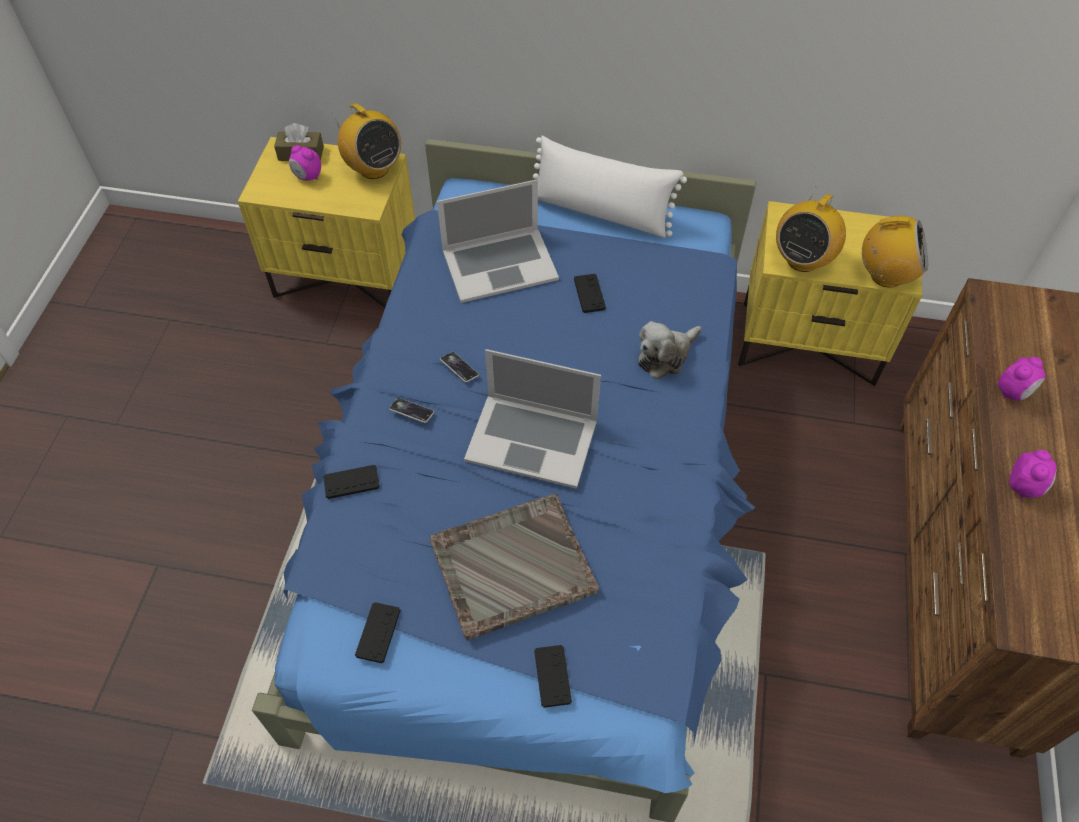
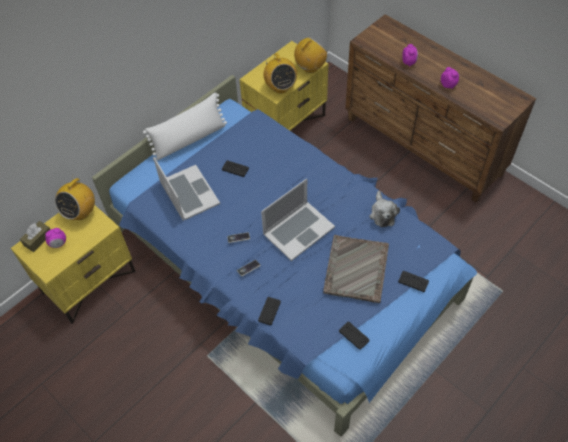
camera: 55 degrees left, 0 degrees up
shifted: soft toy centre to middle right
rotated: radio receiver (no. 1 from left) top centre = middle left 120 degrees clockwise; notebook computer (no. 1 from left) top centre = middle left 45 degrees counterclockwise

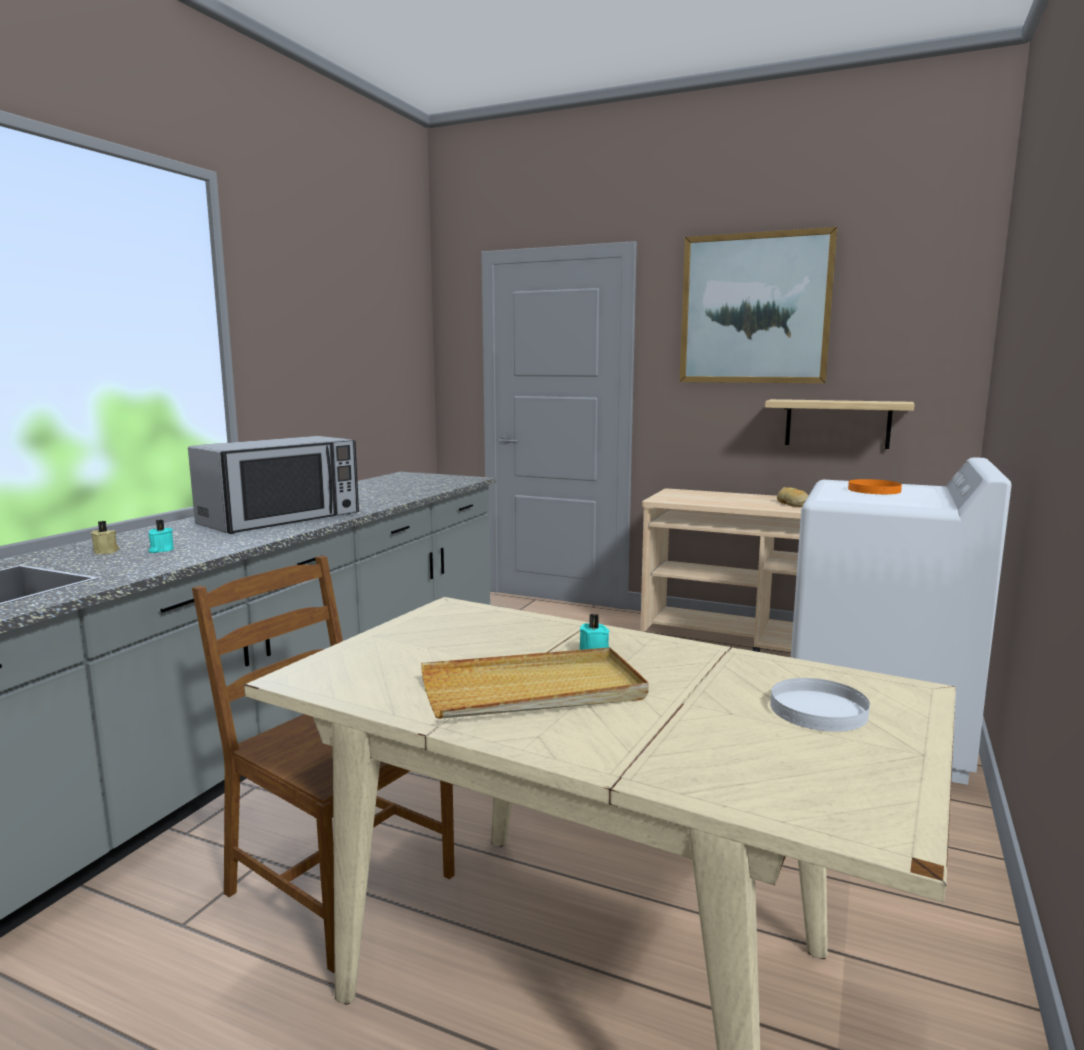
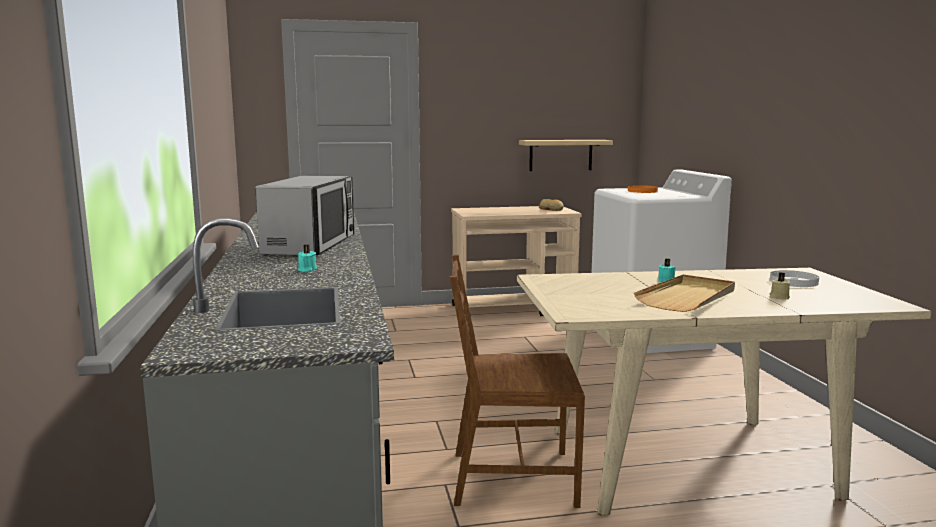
camera: 35 degrees left, 0 degrees up
gone: wall picture top right
shifted: candle/sand-coloured middle left to middle right

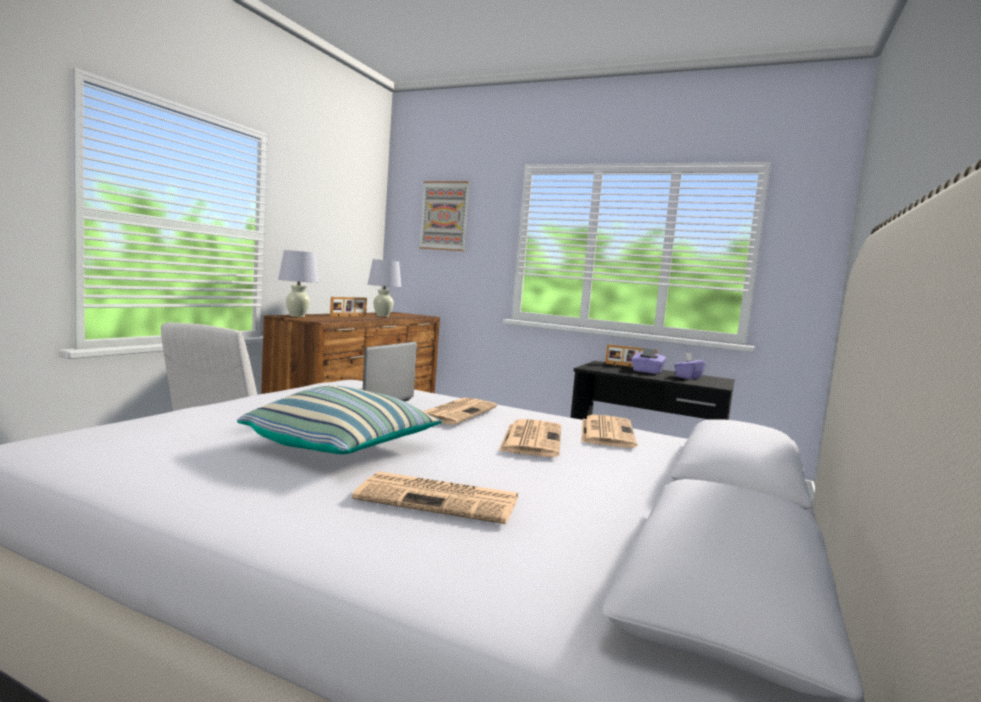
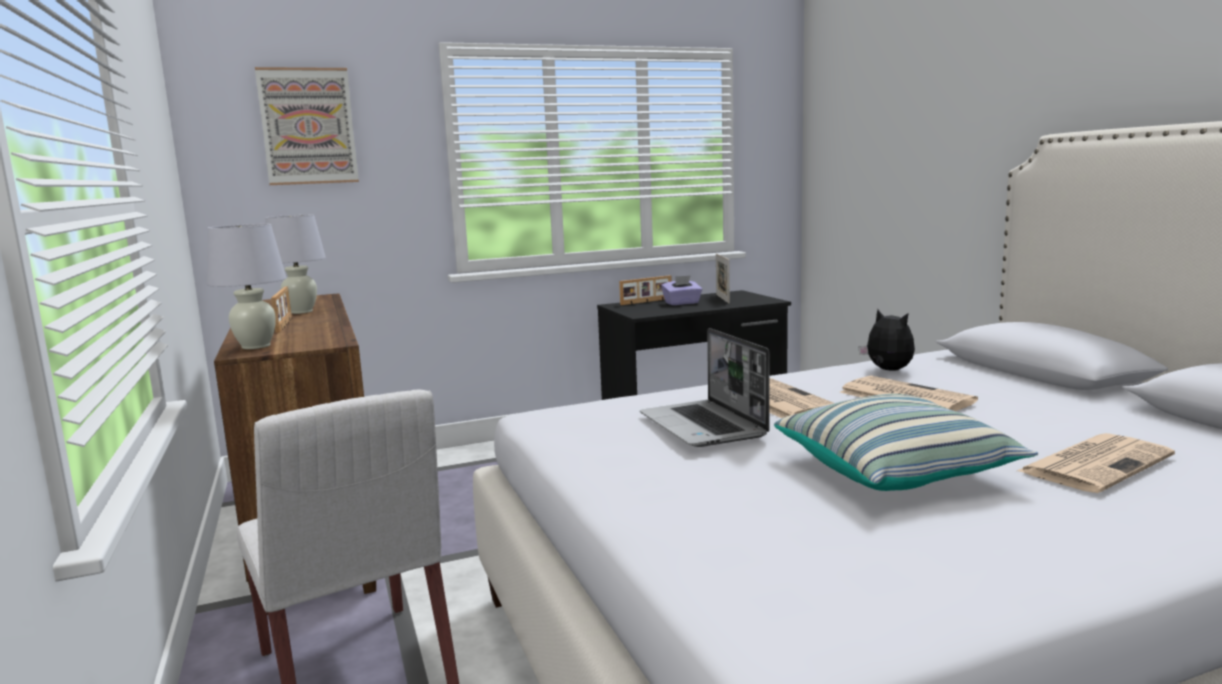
camera: 45 degrees left, 5 degrees up
swapped: box of tissues/purplish (no. 2 from left) middle right to photo frame (no. 3 from left) centre; daily paper (no. 4 from left) centre to soft toy middle right

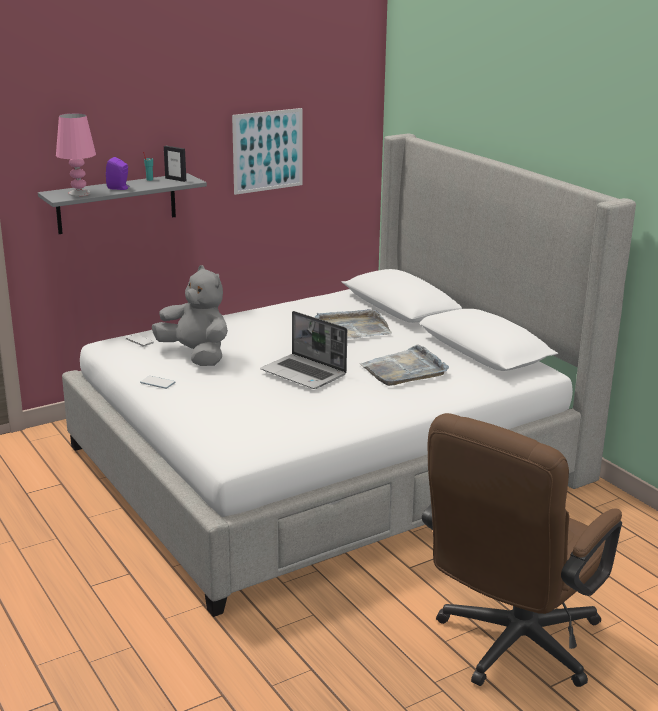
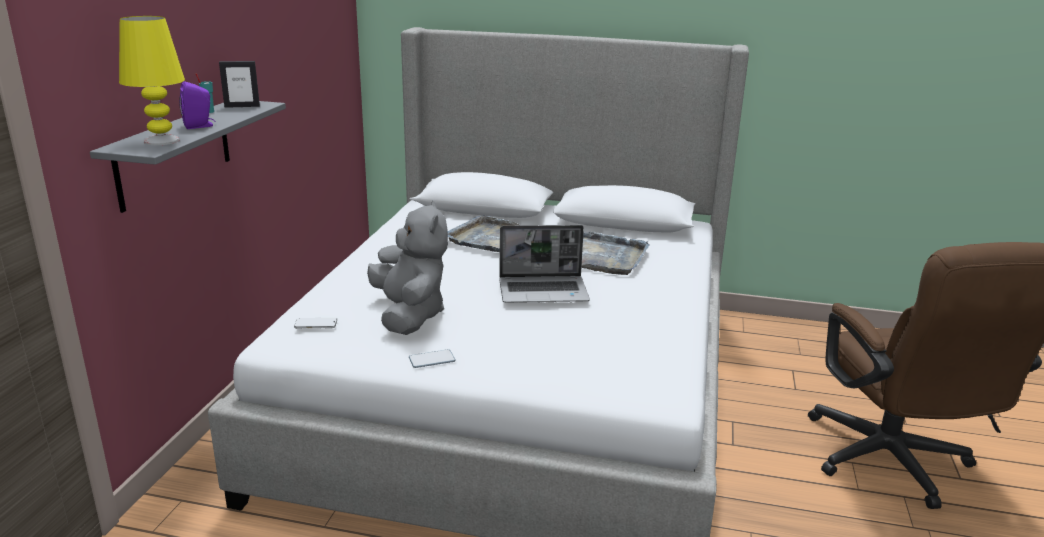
camera: 45 degrees left, 0 degrees up
gone: wall picture top centre
repainted: lamp for a table/pinkish top left to lamp for a table/yellow-coloured top left
rotated: soft toy/grey middle left = centre 75 degrees clockwise

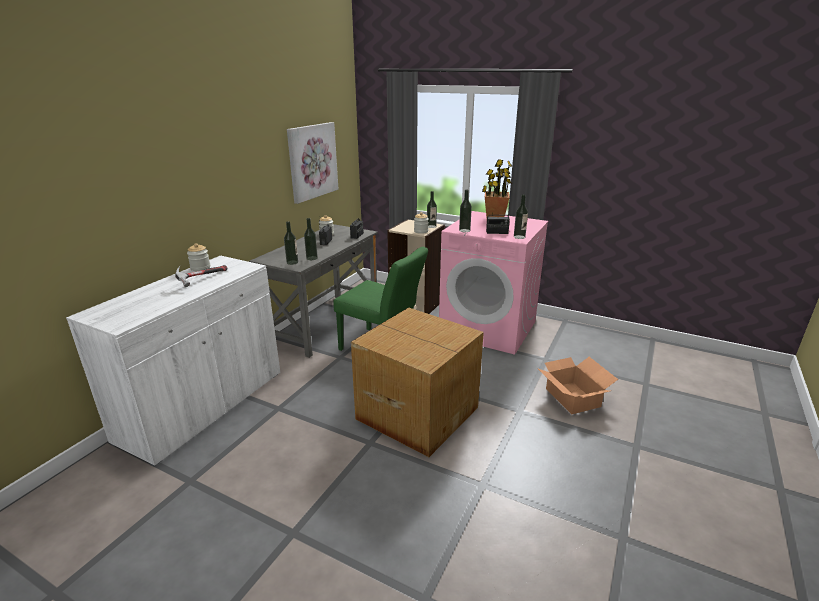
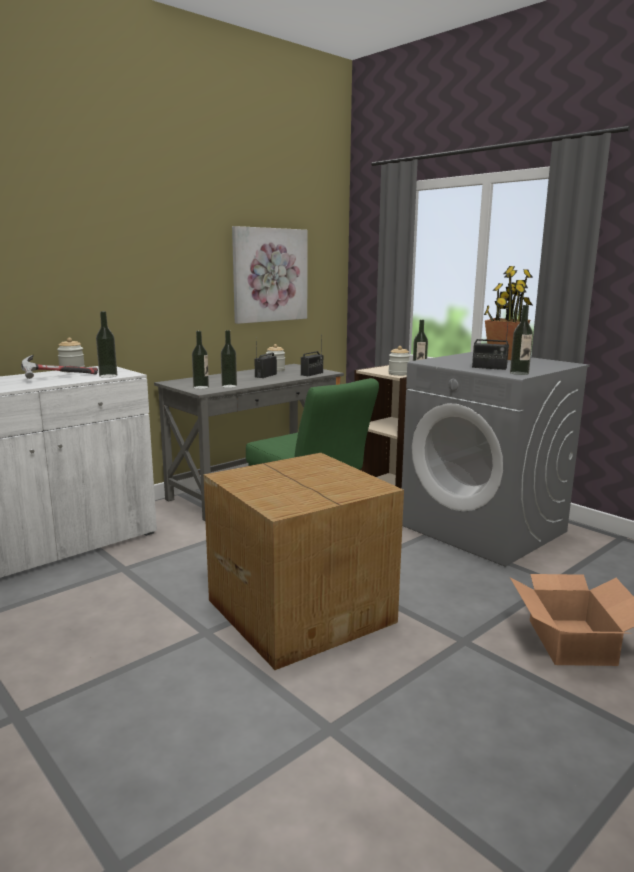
camera: 20 degrees right, 10 degrees down
shifted: bottle (no. 4 from left in the first image) centre to bottle (no. 1 from left) middle left
repainted: laundry appliance/pinkish centre to laundry appliance/grey middle right

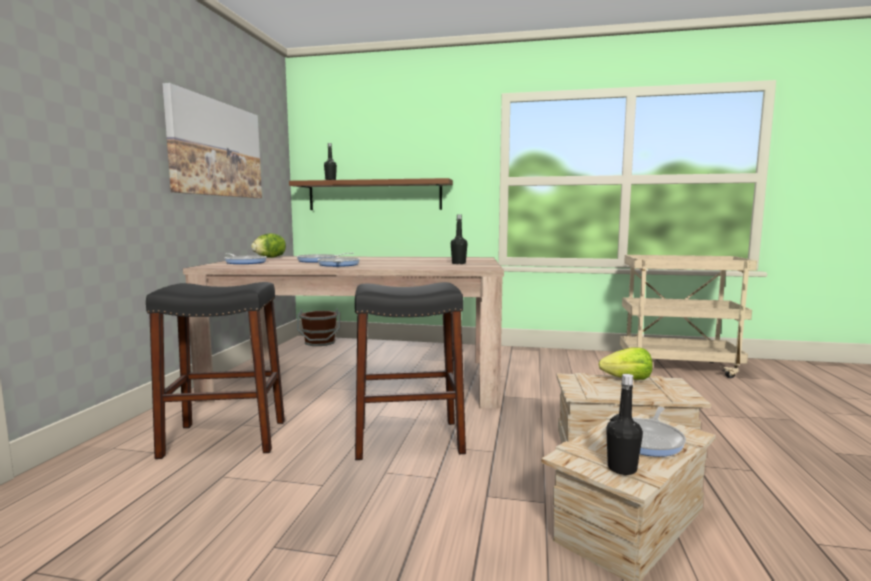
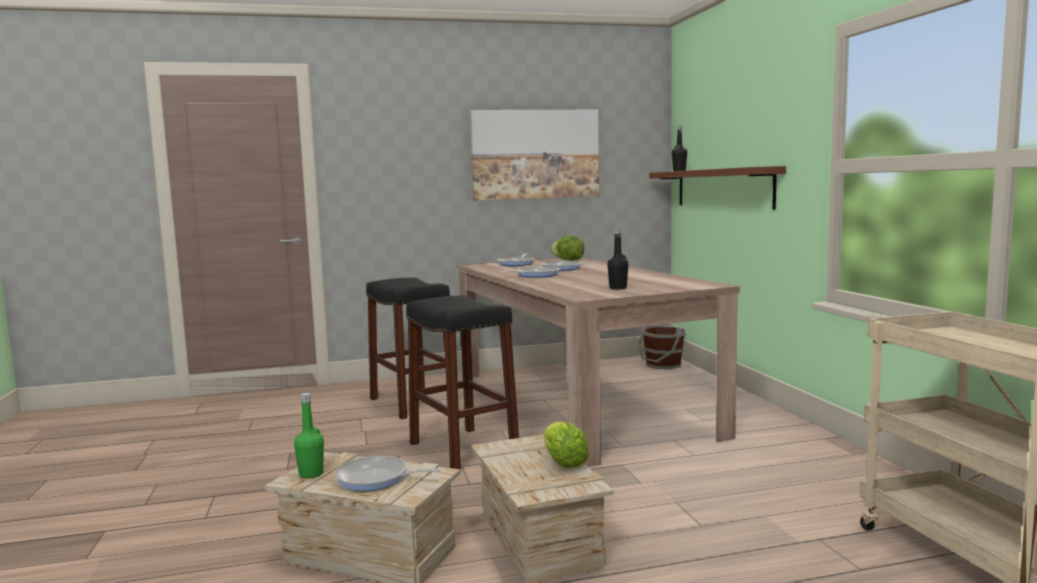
camera: 65 degrees right, 0 degrees up
repainted: bottle/black-coloured (no. 3 from left) bottom right to bottle/greenish bottom left

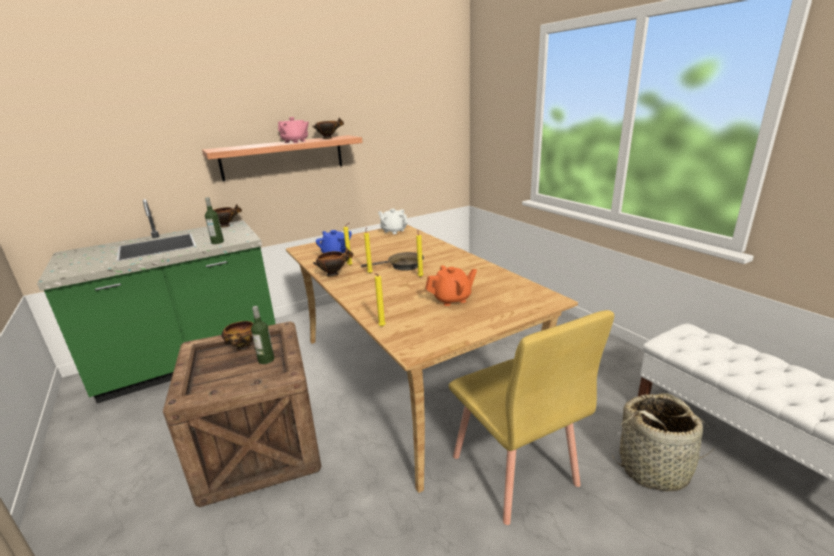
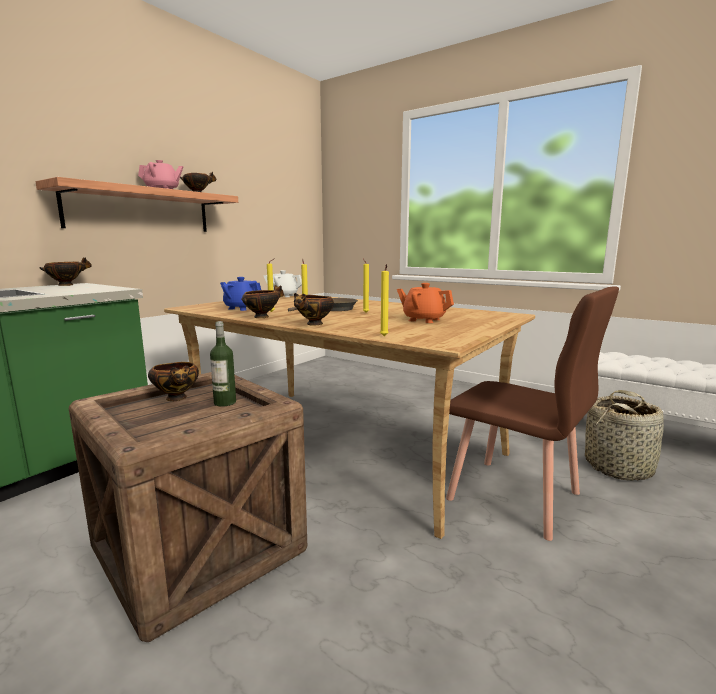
camera: 25 degrees left, 10 degrees down
gone: bottle (no. 1 from left) middle left
new: serving bowl (no. 5 from left) centre
repainted: plain chair/yellow-coloured bottom centre to plain chair/brownish middle right
rotated: tea pot/orange centre = centre 105 degrees counterclockwise

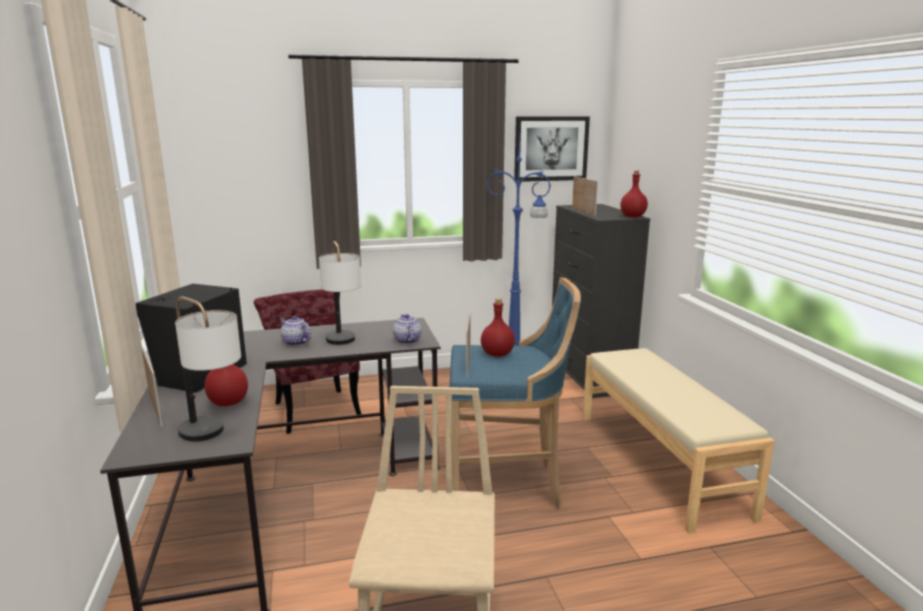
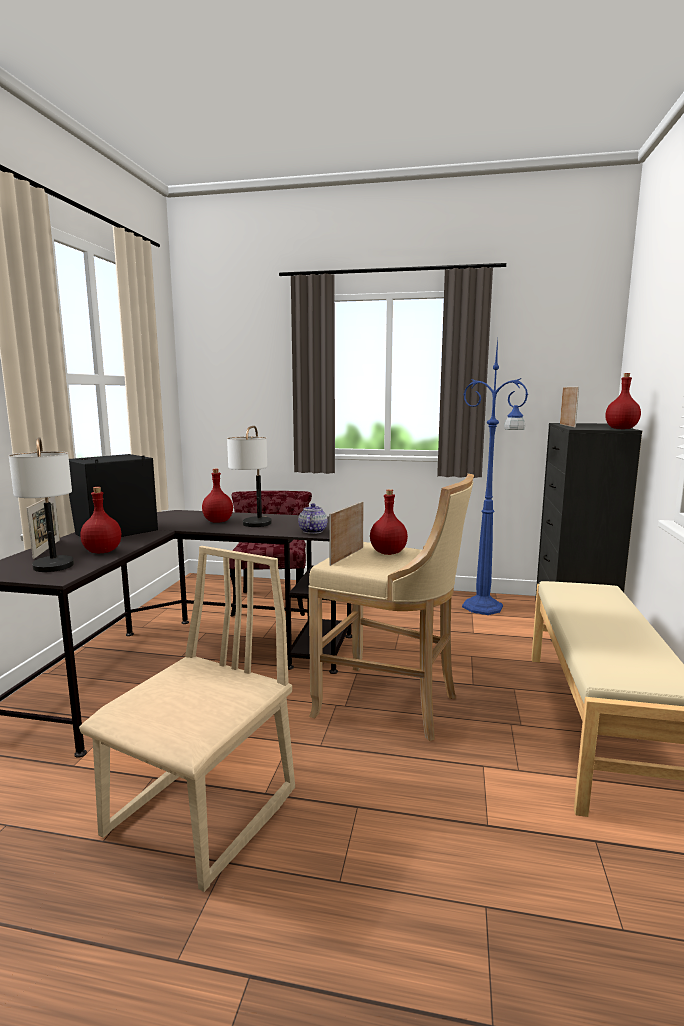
camera: 25 degrees right, 5 degrees down
gone: wall picture top centre
swapped: tea pot (no. 1 from left) middle left to bottle/reddish (no. 2 from left) middle left
repainted: stool seat/blue centre to stool seat/sand-coloured centre

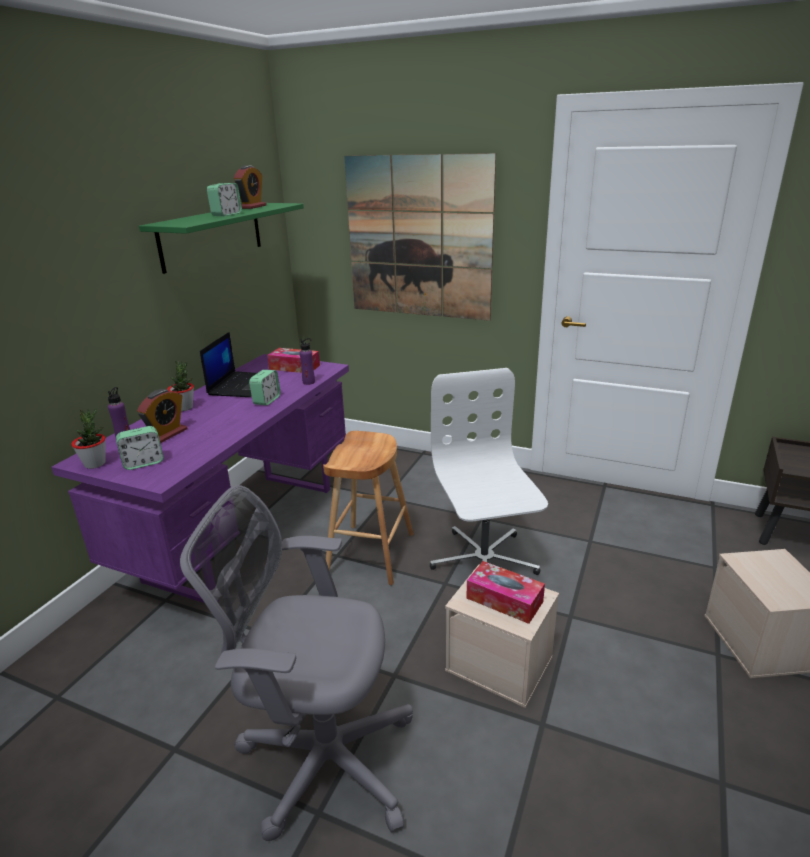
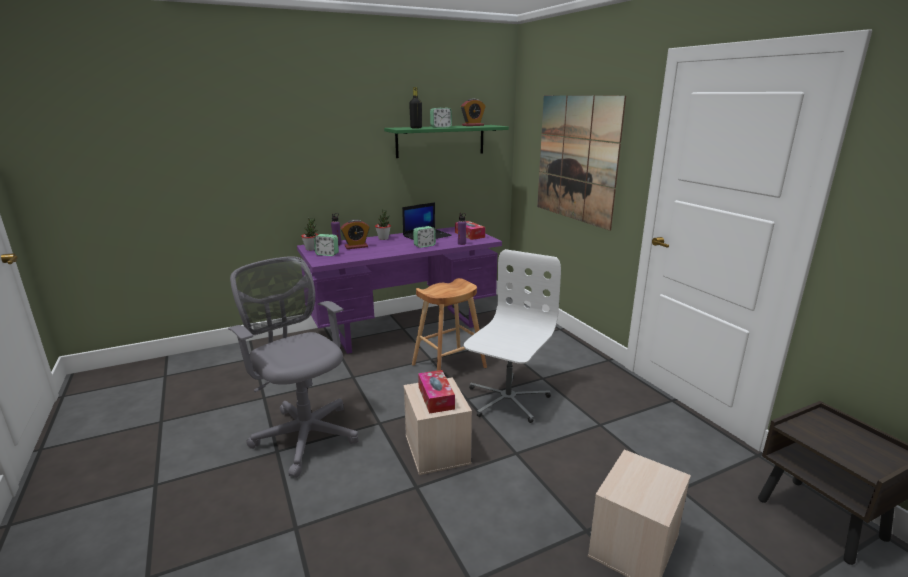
camera: 40 degrees right, 5 degrees down
new: bottle/black-coloured top centre

